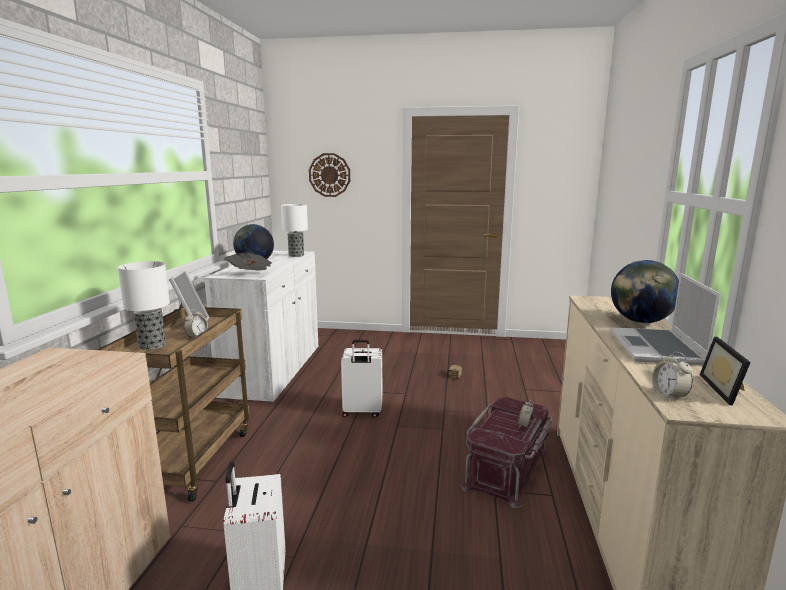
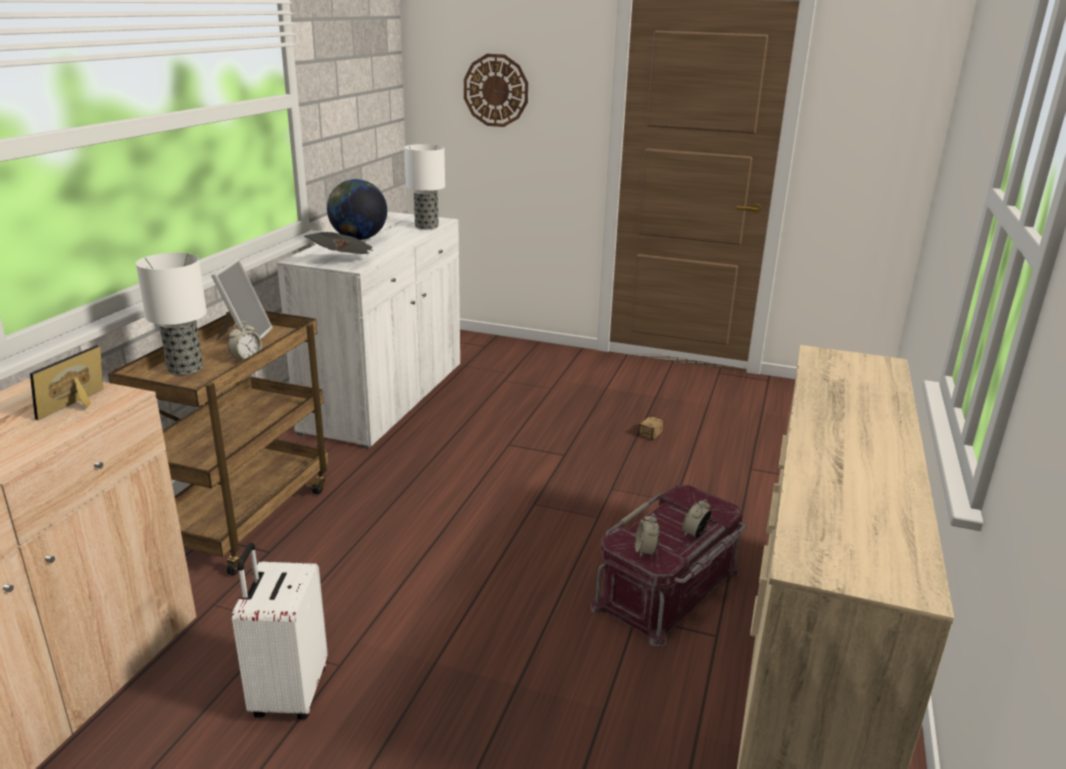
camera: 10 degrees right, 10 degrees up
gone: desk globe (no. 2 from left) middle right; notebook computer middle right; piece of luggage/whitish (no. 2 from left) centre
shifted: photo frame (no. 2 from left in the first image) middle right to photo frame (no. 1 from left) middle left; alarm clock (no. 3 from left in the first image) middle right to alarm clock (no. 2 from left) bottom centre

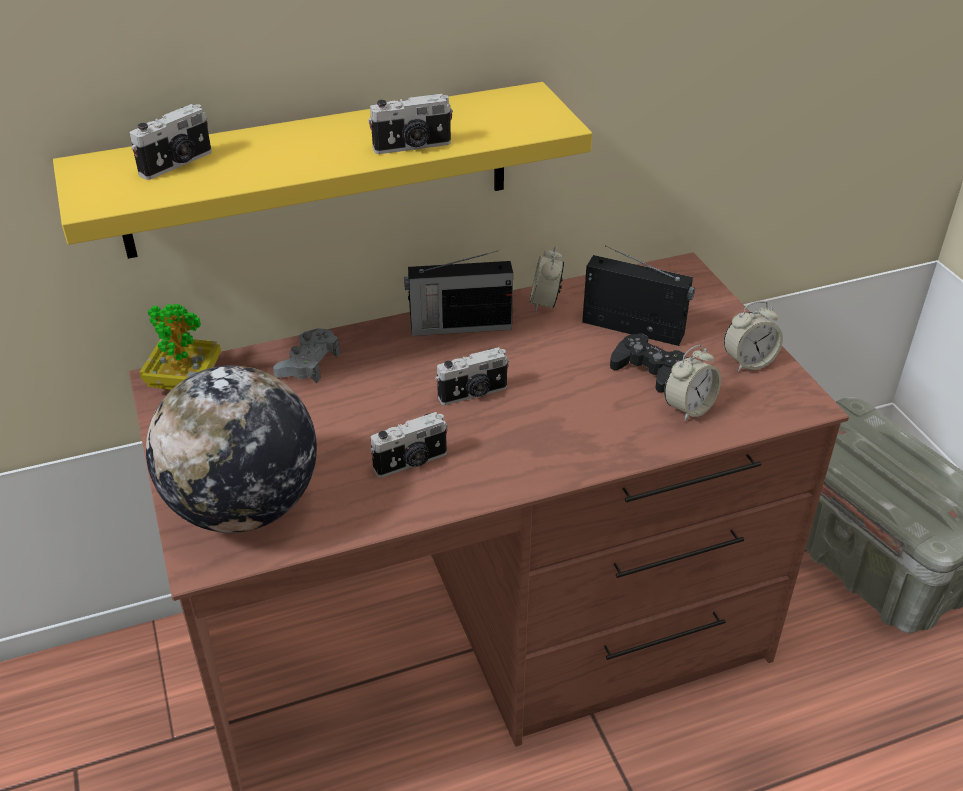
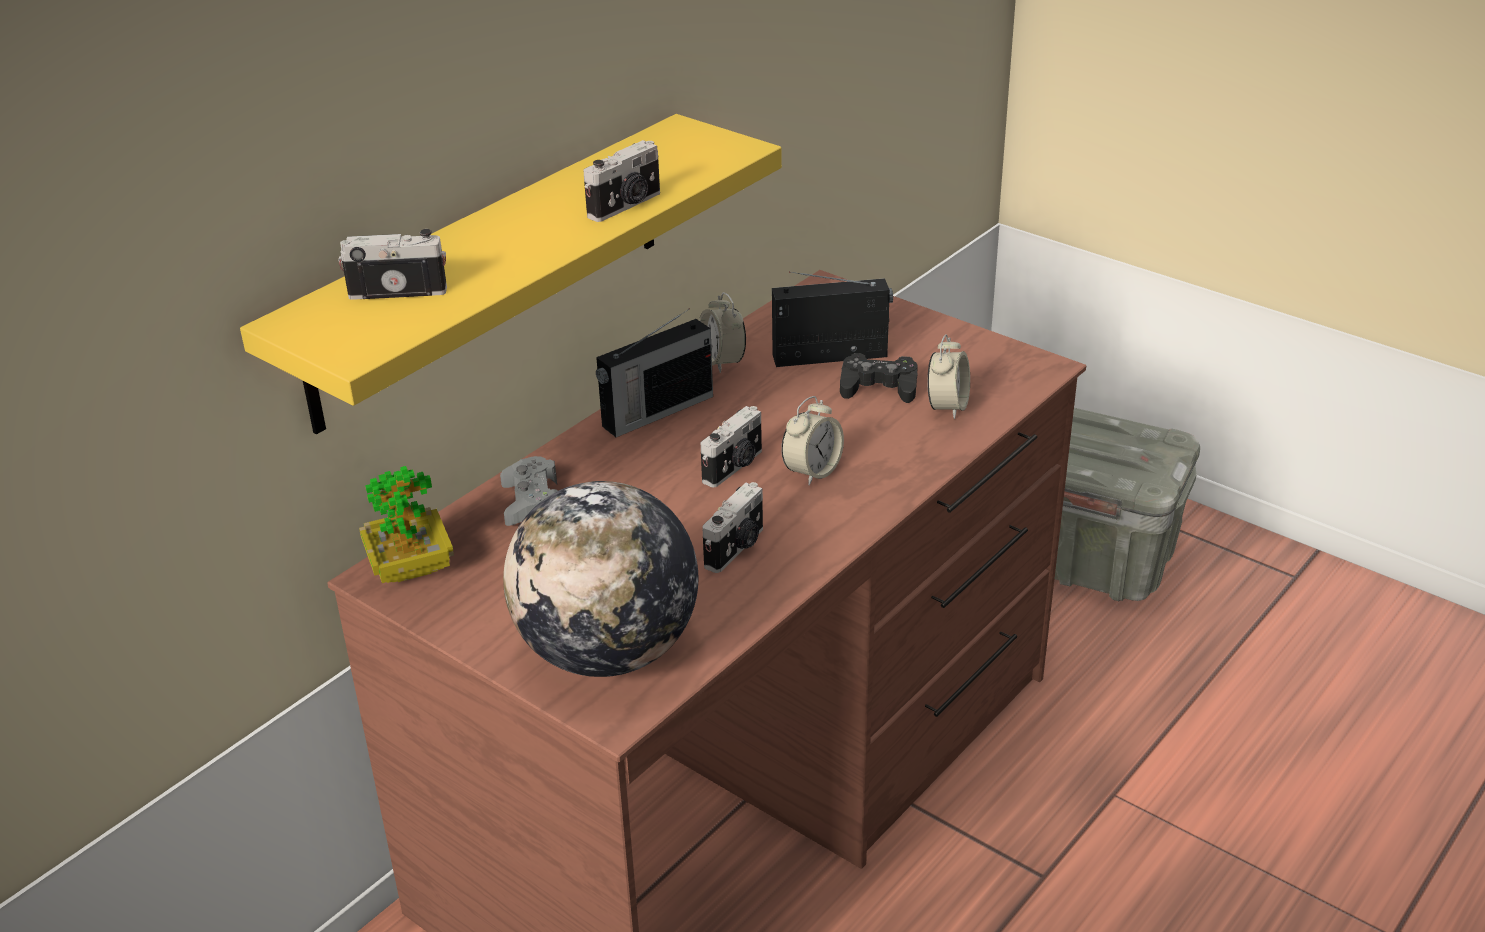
camera: 30 degrees left, 5 degrees down
shifted: alarm clock (no. 3 from left in the first image) middle right to alarm clock (no. 2 from left) centre
rotated: photo camera (no. 1 from left) top left = top left 105 degrees counterclockwise

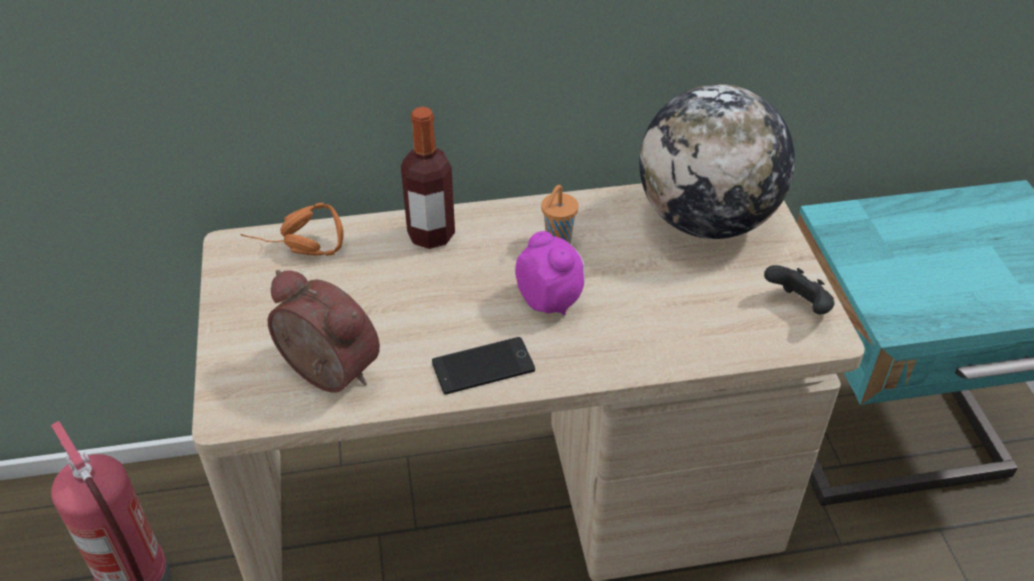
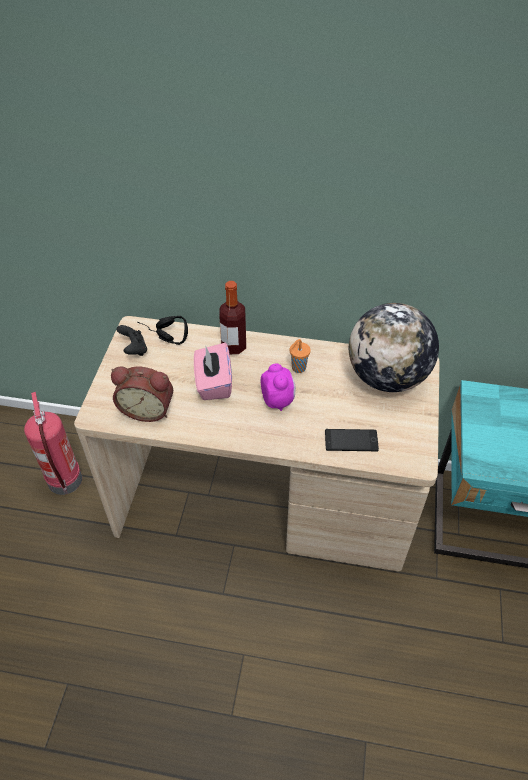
camera: 20 degrees right, 5 degrees up
new: box of tissues/pinkish centre
shifted: game controller/black-coloured middle right to middle left; telephone centre to middle right
repainted: pair of headphones/orange middle left to pair of headphones/black-coloured middle left
rotated: alarm clock (no. 1 from left) middle left = middle left 135 degrees clockwise

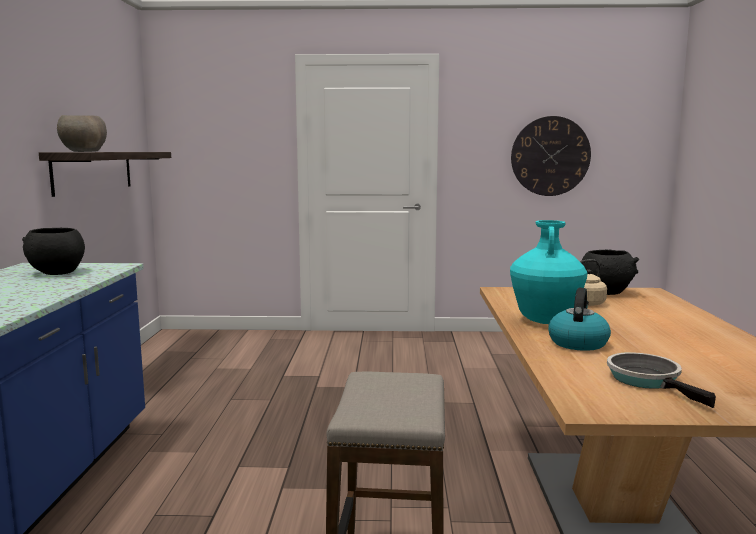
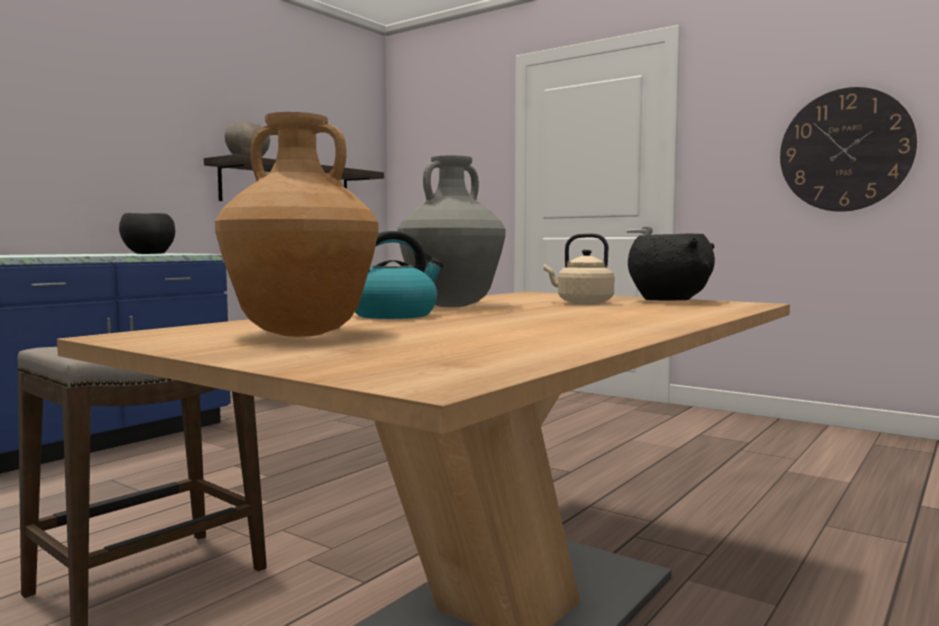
camera: 35 degrees right, 5 degrees down
swapped: skillet bottom right to vase/brownish middle left
repainted: vase/blue-green middle right to vase/grey centre

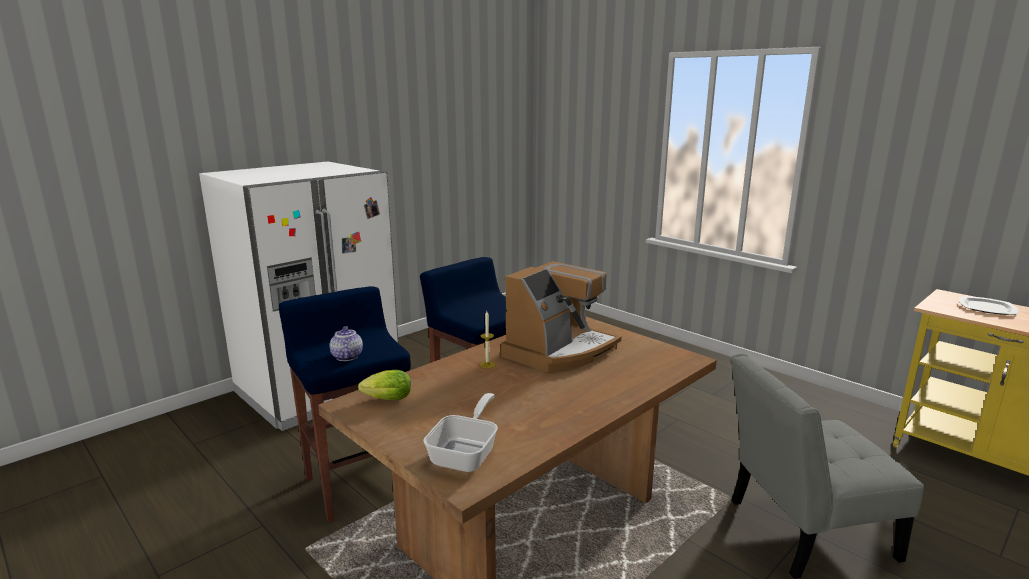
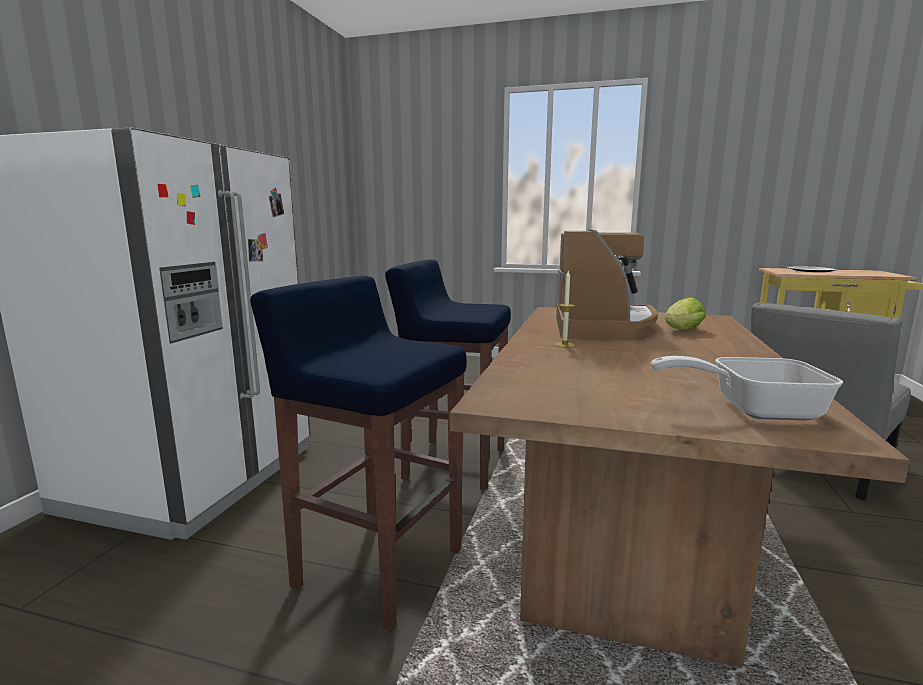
camera: 30 degrees left, 5 degrees down
gone: tea pot centre
shifted: lettuce head centre to middle right
rotated: skillet bottom centre = middle right 75 degrees counterclockwise

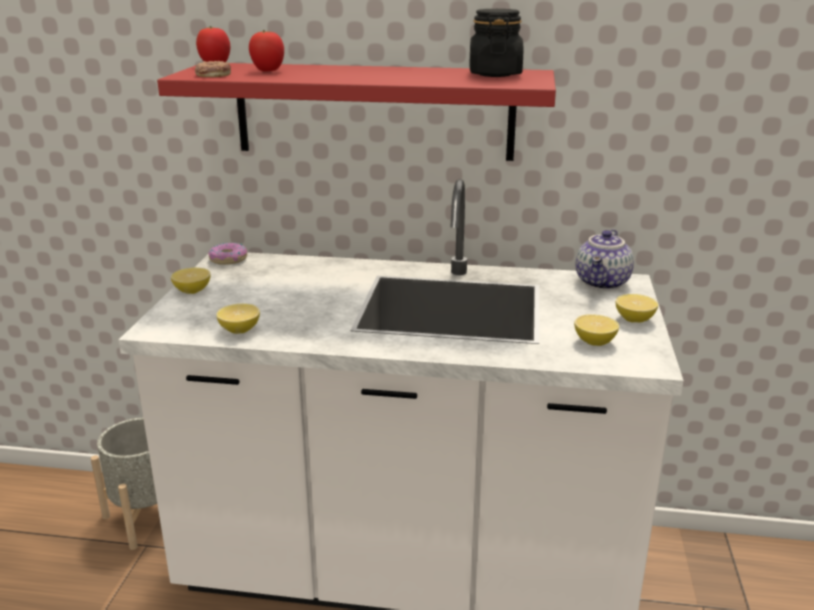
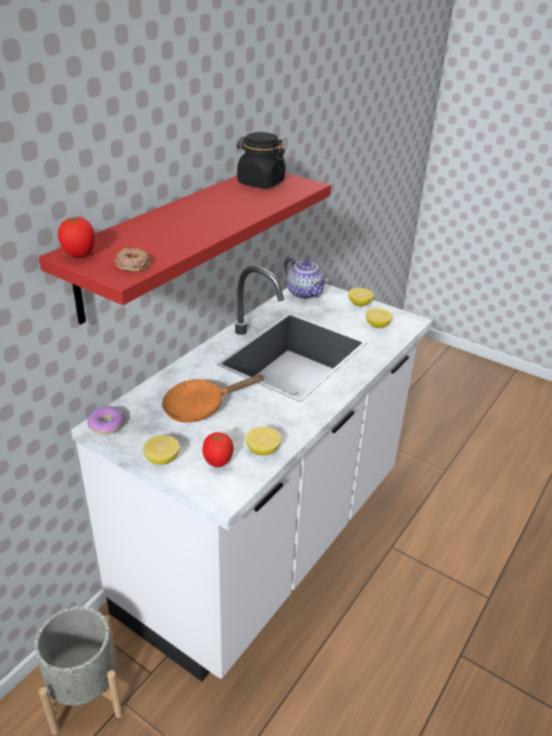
camera: 65 degrees left, 10 degrees up
new: skillet/orange centre
shifted: whole tomato (no. 2 from left) top left to centre

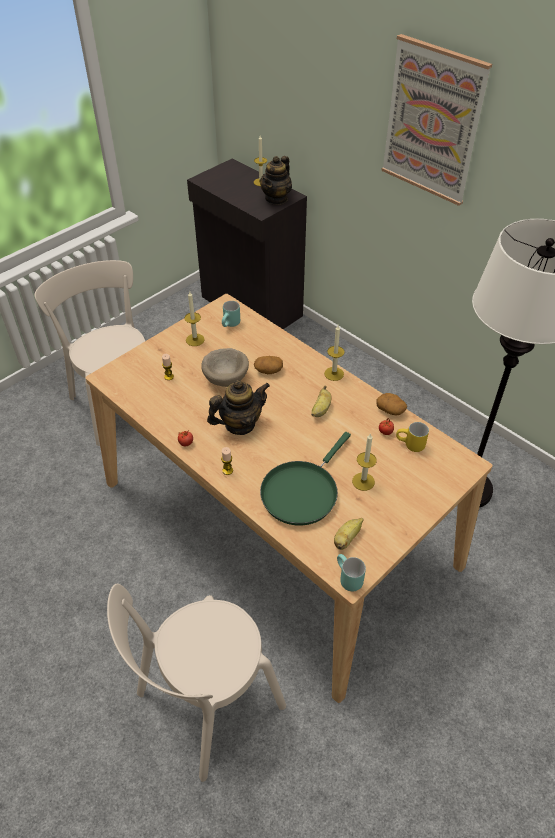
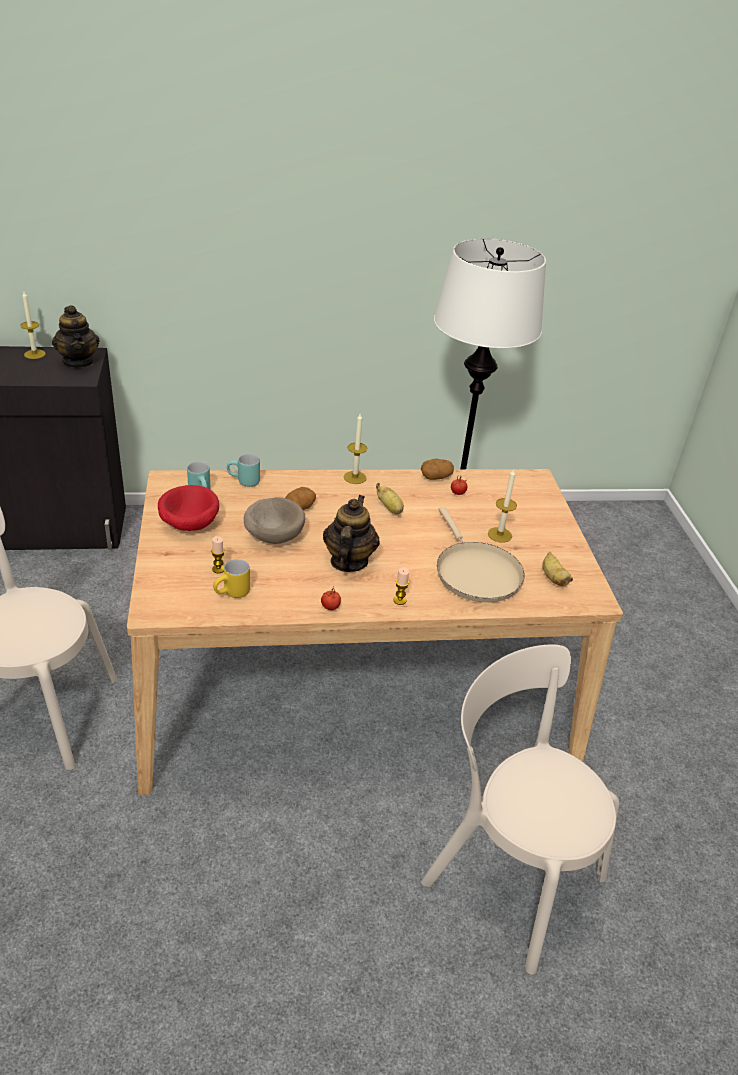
camera: 55 degrees left, 10 degrees down
gone: wall picture top right
shifted: coffee mug/yellow-coloured middle right to middle left; coffee mug/blue-green (no. 2 from left) bottom centre to middle left
swapped: candle (no. 2 from left) centre to serving bowl/reddish middle left
repainted: skillet/greenish centre to skillet/sand-coloured centre
rotated: plain chair/sand-coloured (no. 2 from left) bottom centre = bottom right 135 degrees clockwise

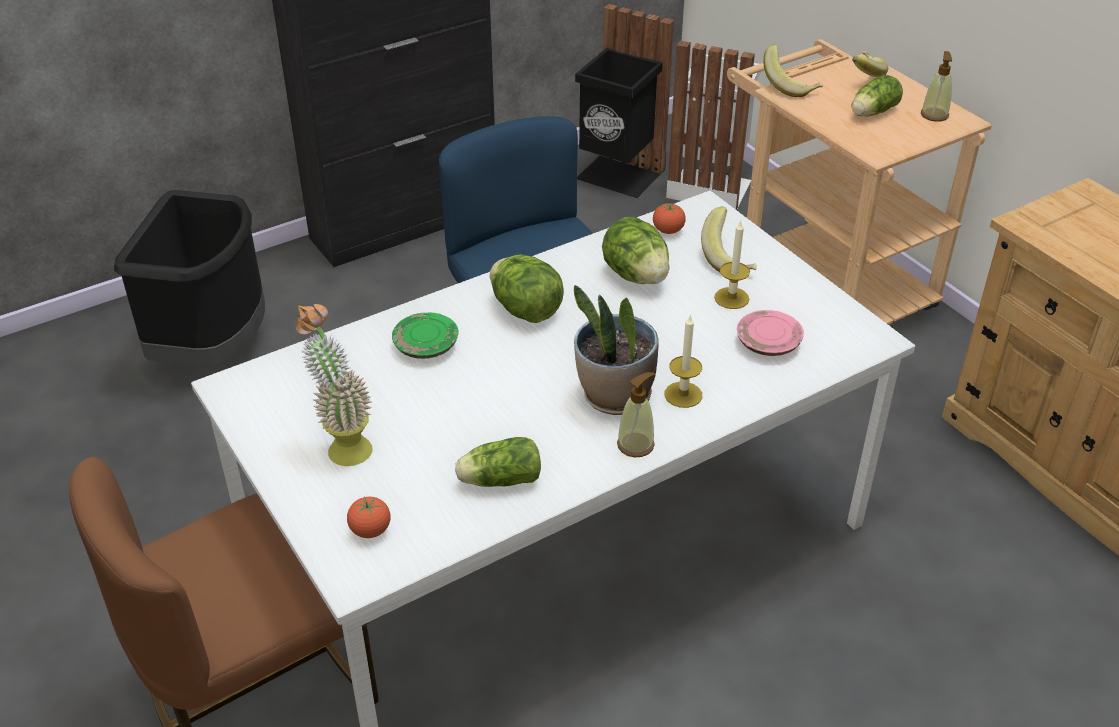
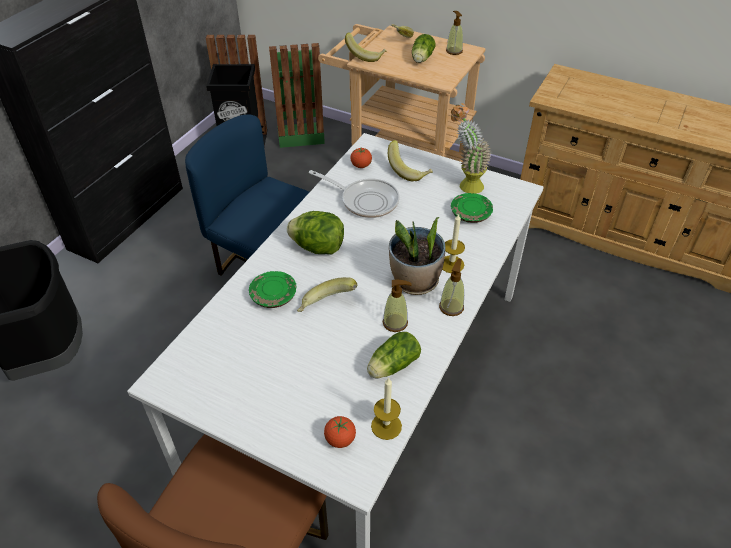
camera: 30 degrees left, 5 degrees up
new: banana fruit (no. 1 from left) centre; liquid soap bottle (no. 1 from left) centre
shifted: candle (no. 2 from left in the first image) centre to candle (no. 1 from left) bottom centre; potted plant (no. 1 from left in the first image) middle left to potted plant (no. 2 from left) top centre
swapped: lettuce head (no. 3 from left) centre to skillet centre
repainted: trash can/whitish top centre to trash can/greenish top centre; plate/pinkish middle right to plate/greenish (no. 2 from left) centre

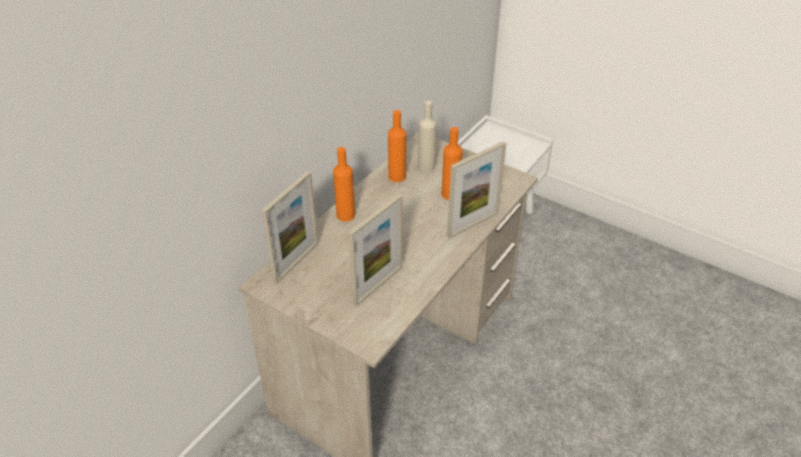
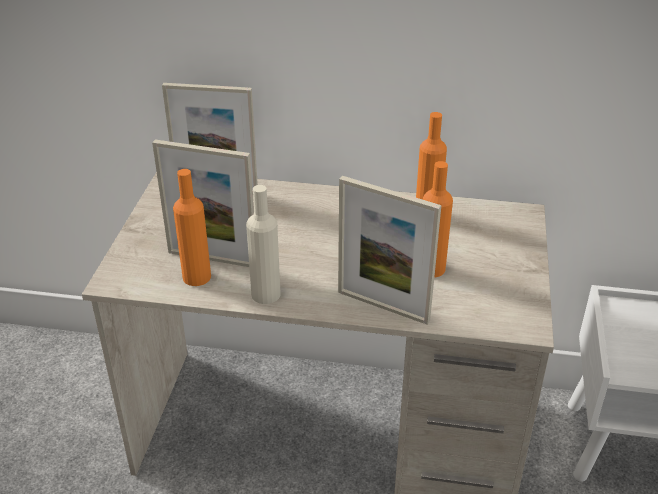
camera: 65 degrees right, 5 degrees down
shifted: bottle/sand-coloured top centre to centre; bottle/orange (no. 1 from left) centre to middle left

